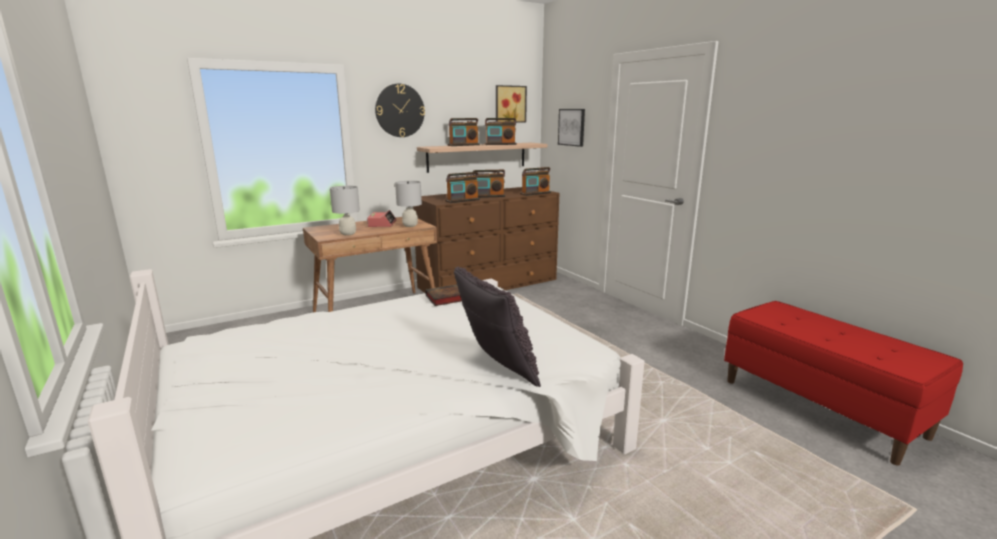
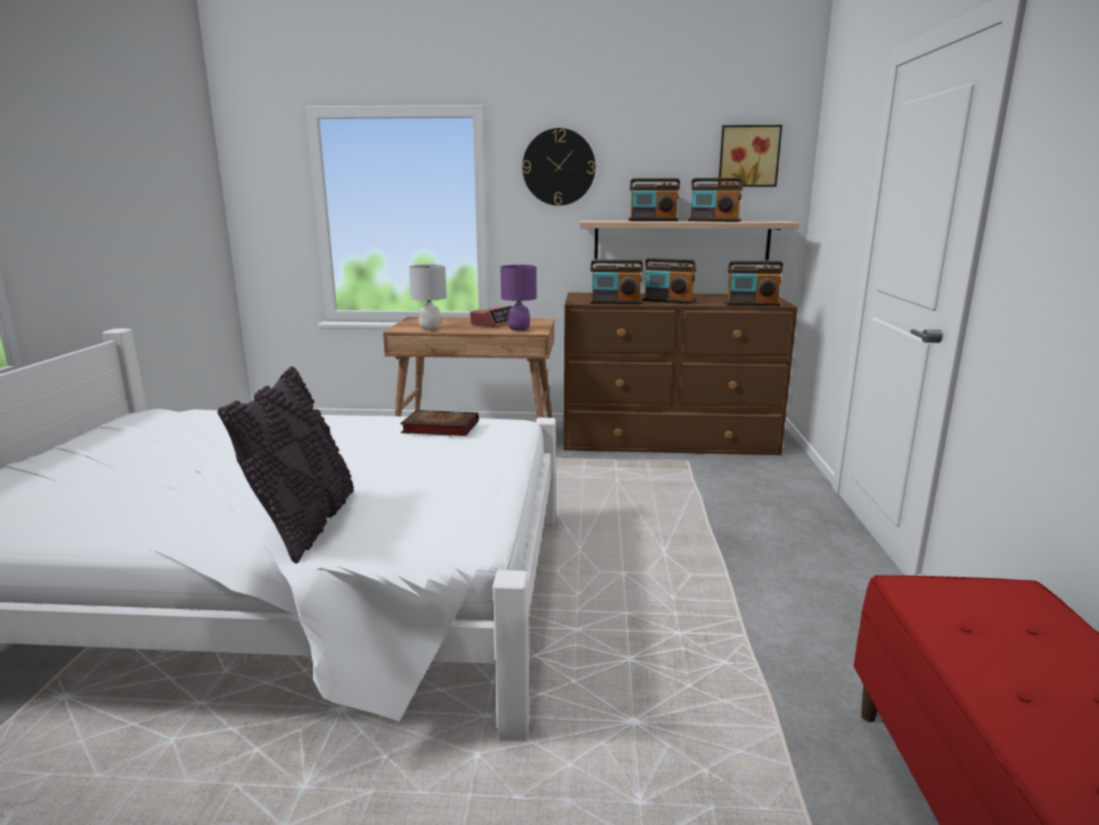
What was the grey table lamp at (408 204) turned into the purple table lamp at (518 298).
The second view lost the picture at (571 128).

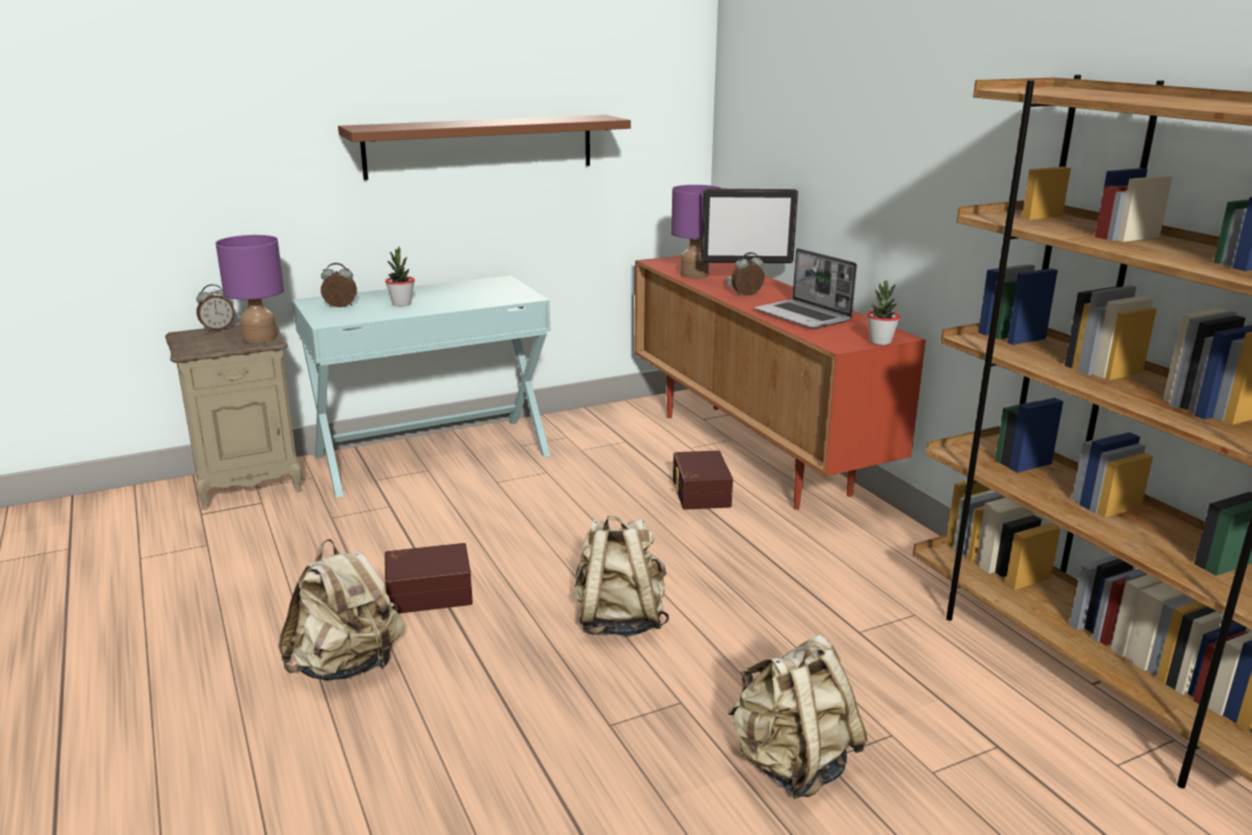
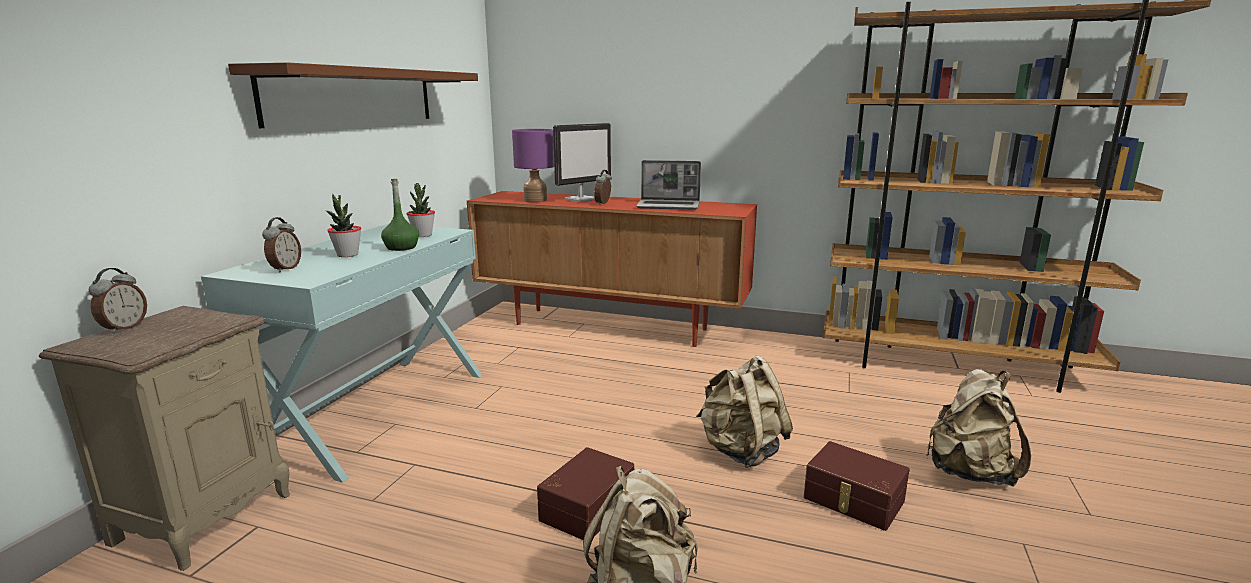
The second view lost the purple table lamp at (250 289).
The alarm clock at (339 285) ended up facing another way, 150 degrees clockwise from before.
The brown storage box ended up elsewhere, having gone from (703 480) to (857 486).
The potted plant ended up elsewhere, having gone from (883 313) to (420 210).
The second view gained the green bottle at (400 215).

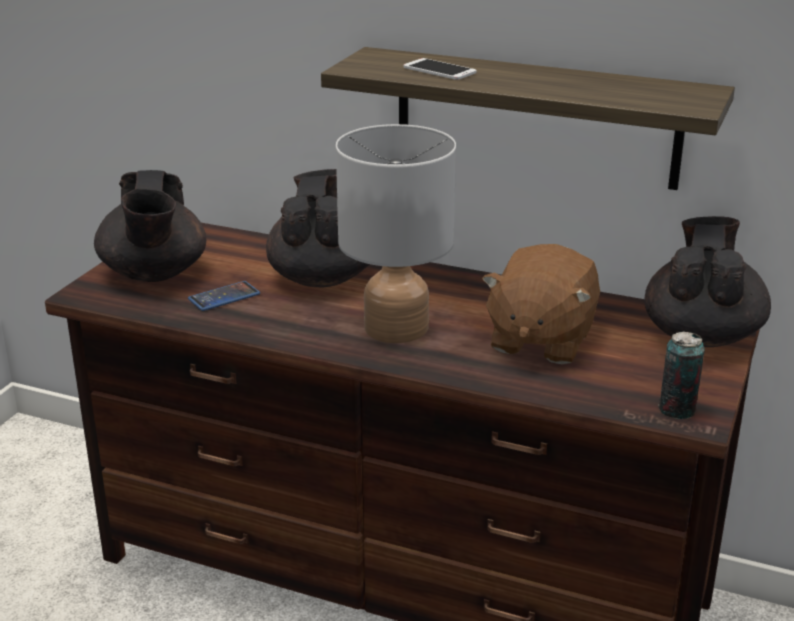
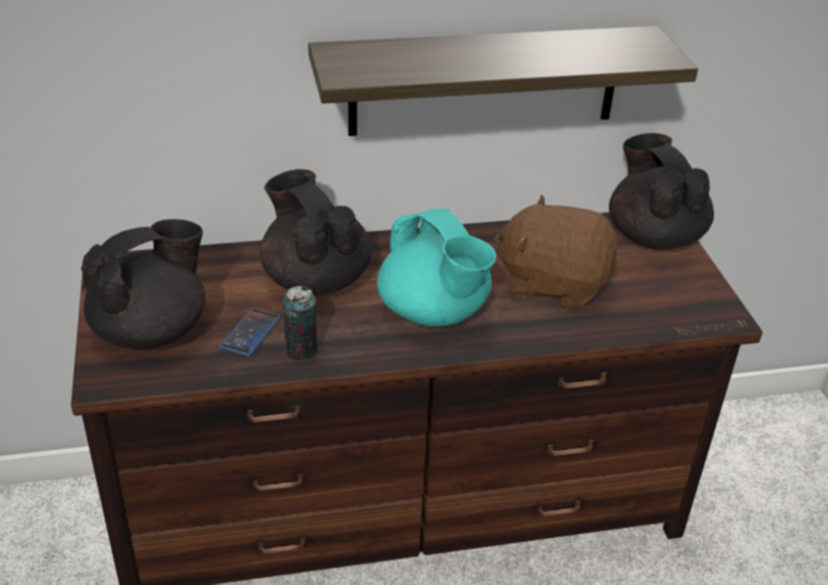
The black teapot at (150 226) ended up facing another way, 90 degrees counterclockwise from before.
Where the grey table lamp stood at (396 233), the turquoise teapot came to stand at (436 268).
The second view lost the phone at (440 69).
The brown plush toy at (541 304) ended up facing another way, 120 degrees clockwise from before.
The can ended up elsewhere, having gone from (681 375) to (300 323).

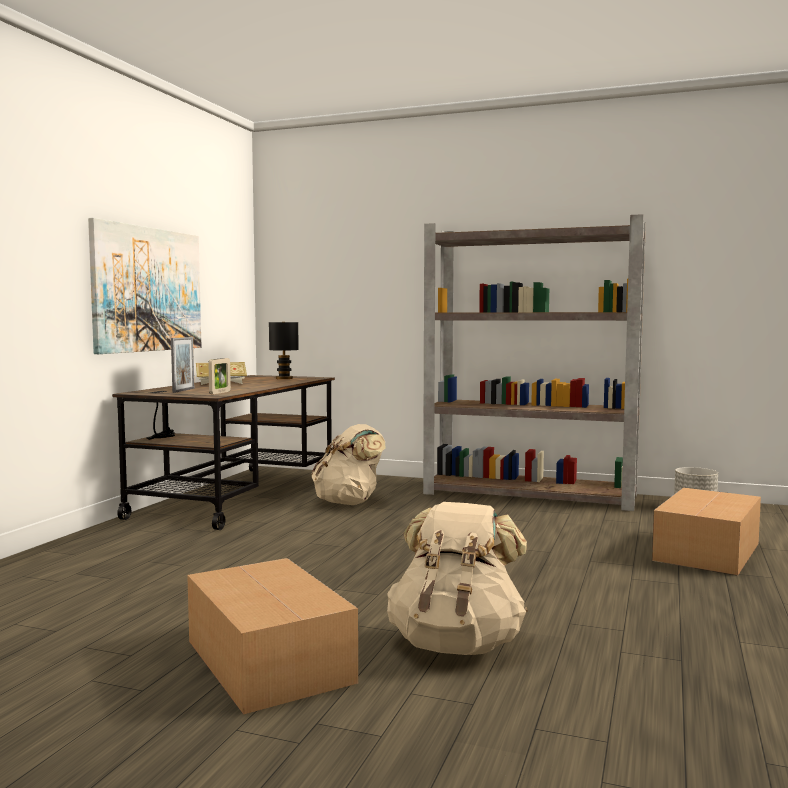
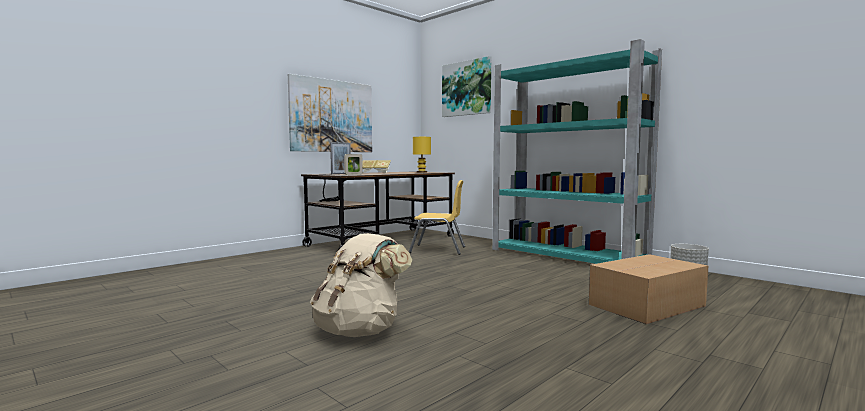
The second view lost the cardboard box at (272 636).
What was the black table lamp at (284 350) turned into the yellow table lamp at (422 155).
Where the beige backpack stood at (348 464), the yellow chair came to stand at (437 217).
What was the brown bookcase at (534 362) turned into the turquoise bookcase at (577 151).
The second view gained the picture at (466 86).

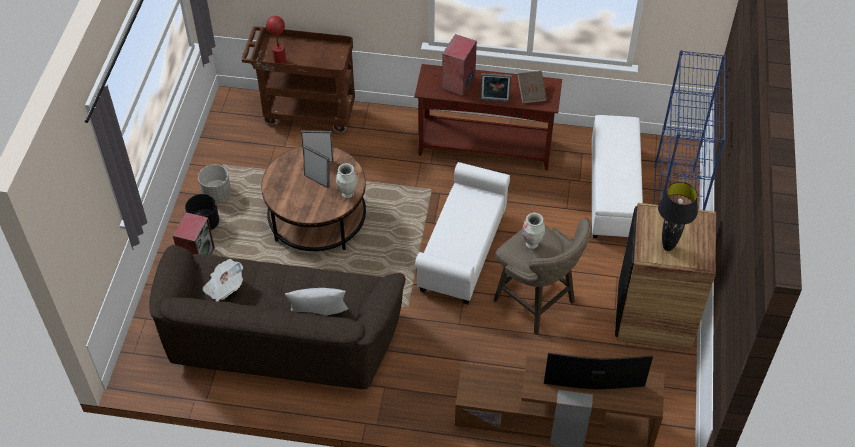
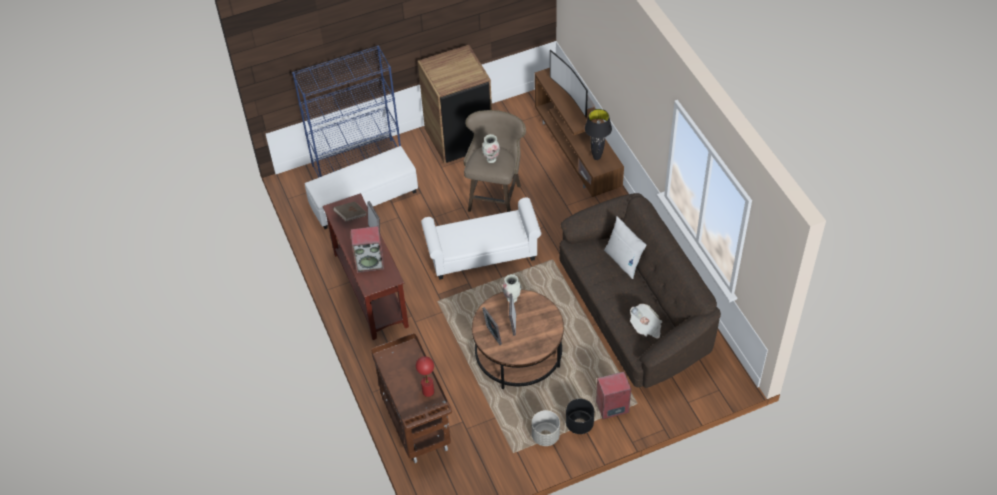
The black table lamp ended up elsewhere, having gone from (678 216) to (598 134).

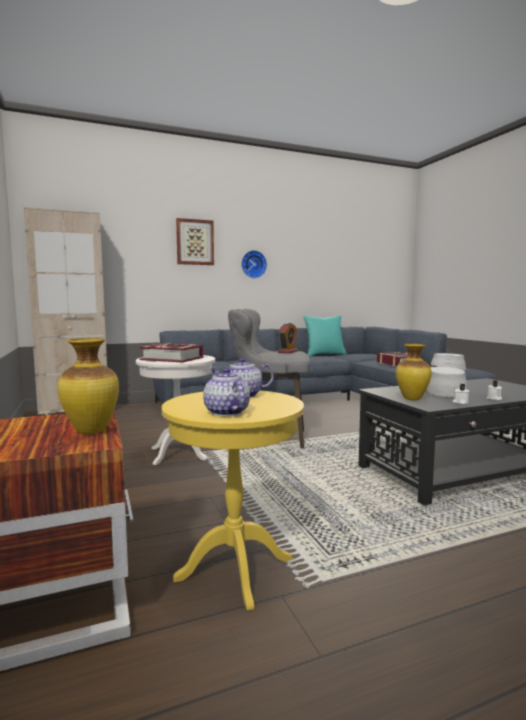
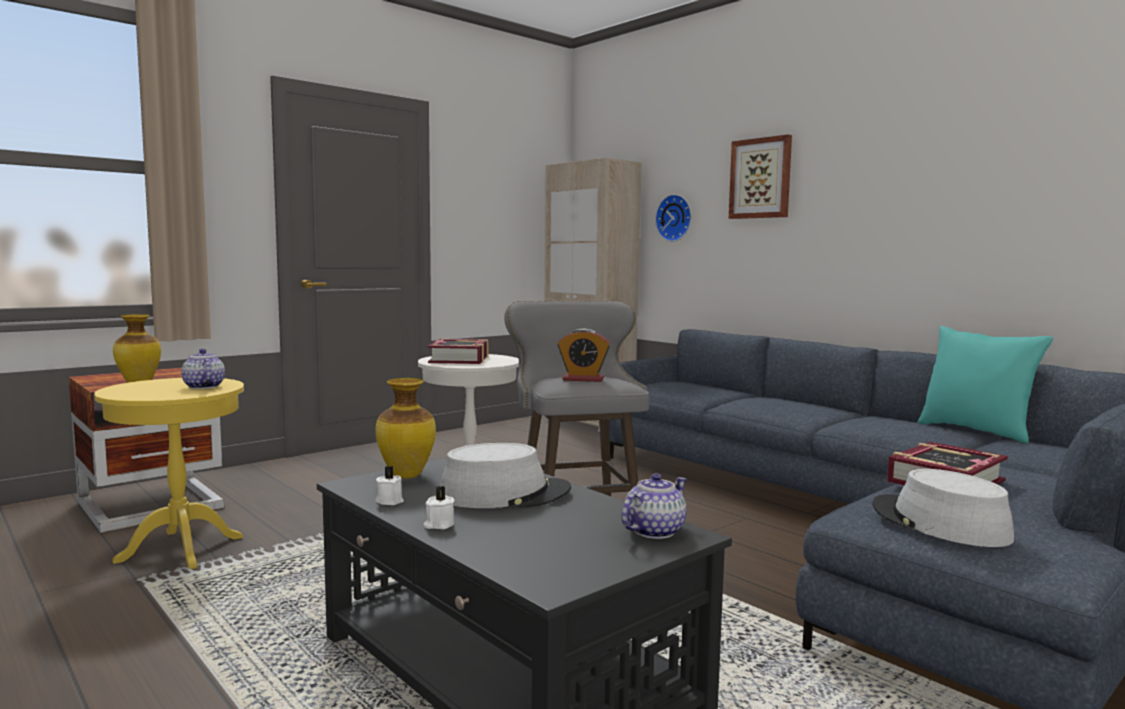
The teapot ended up elsewhere, having gone from (226 392) to (654 506).
The wall clock ended up elsewhere, having gone from (254 264) to (673 218).

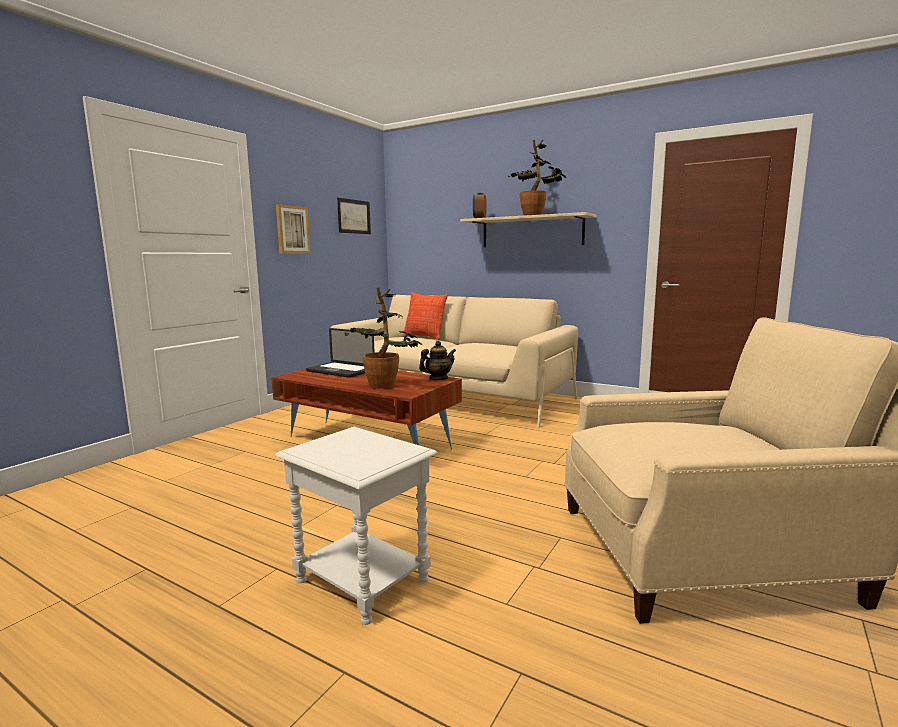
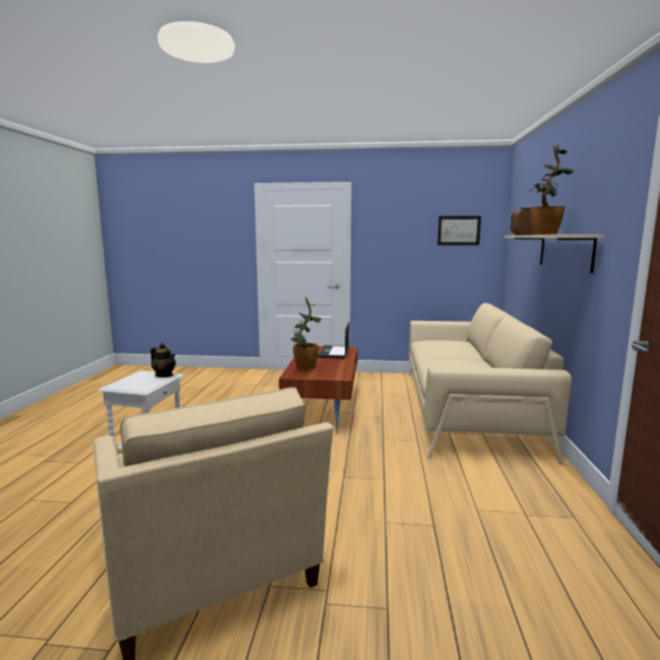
The second view lost the picture at (293 229).
The second view lost the orange pillow at (425 316).
The teapot ended up elsewhere, having gone from (437 360) to (163 360).

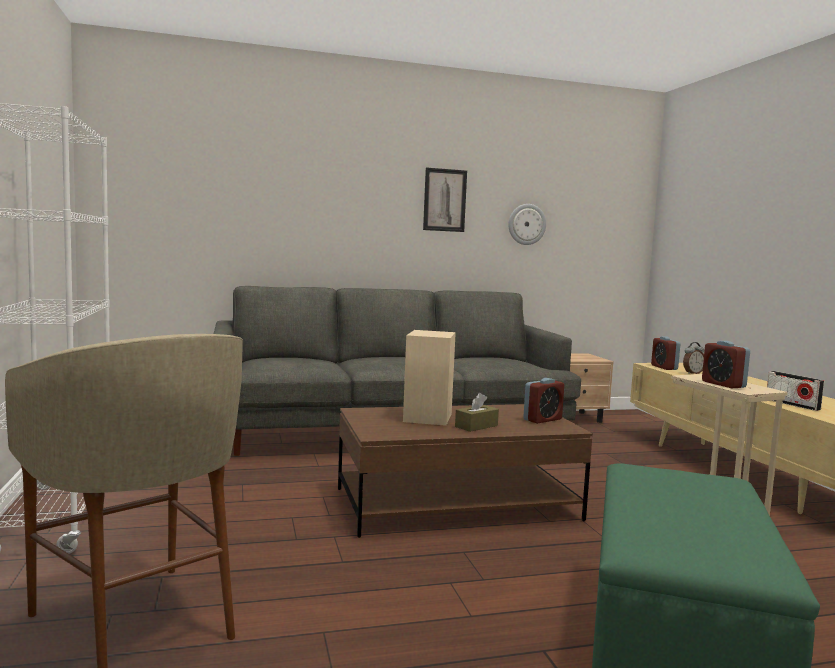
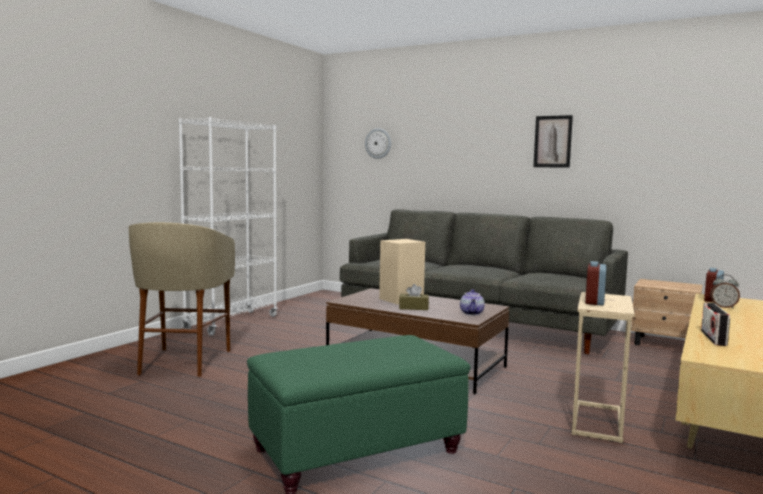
The wall clock ended up elsewhere, having gone from (527 224) to (378 143).
Where the alarm clock stood at (543 401), the teapot came to stand at (472 302).

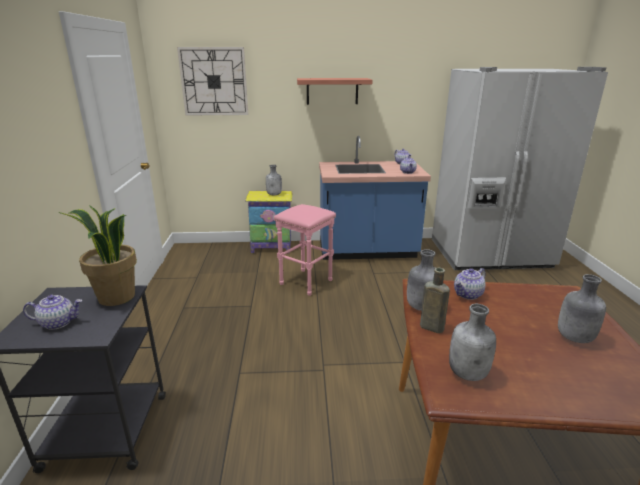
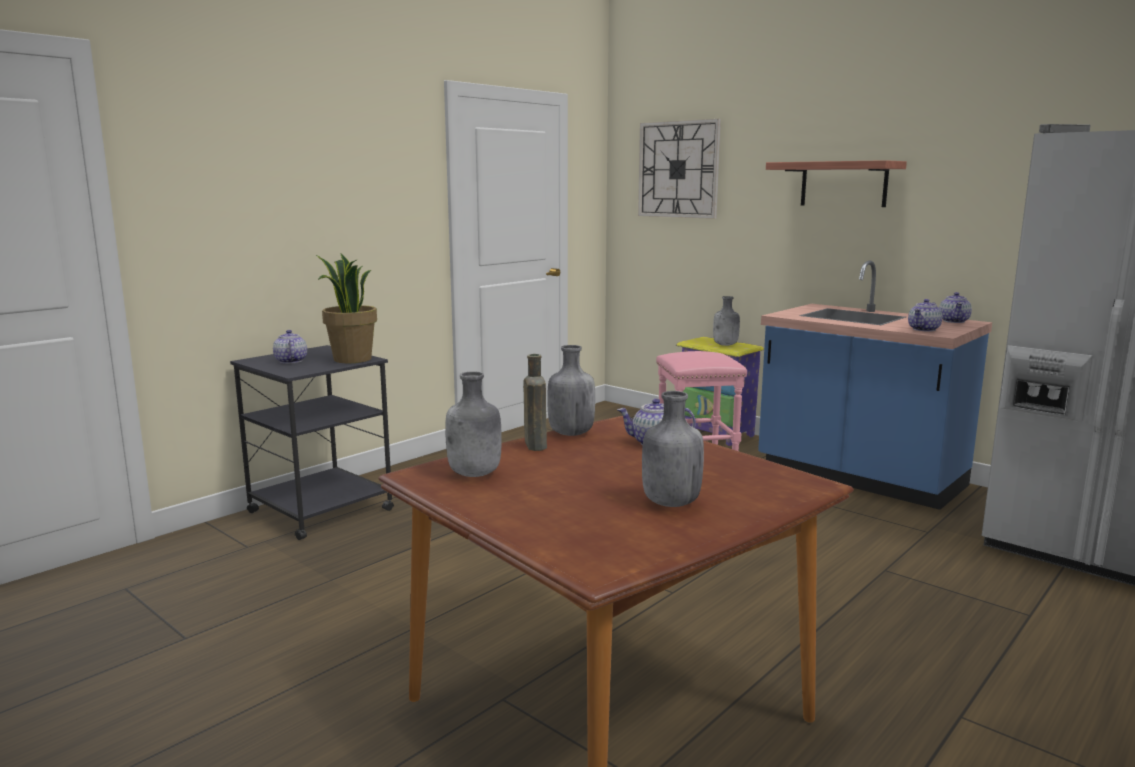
The teapot at (53 312) ended up facing another way, 150 degrees counterclockwise from before.

